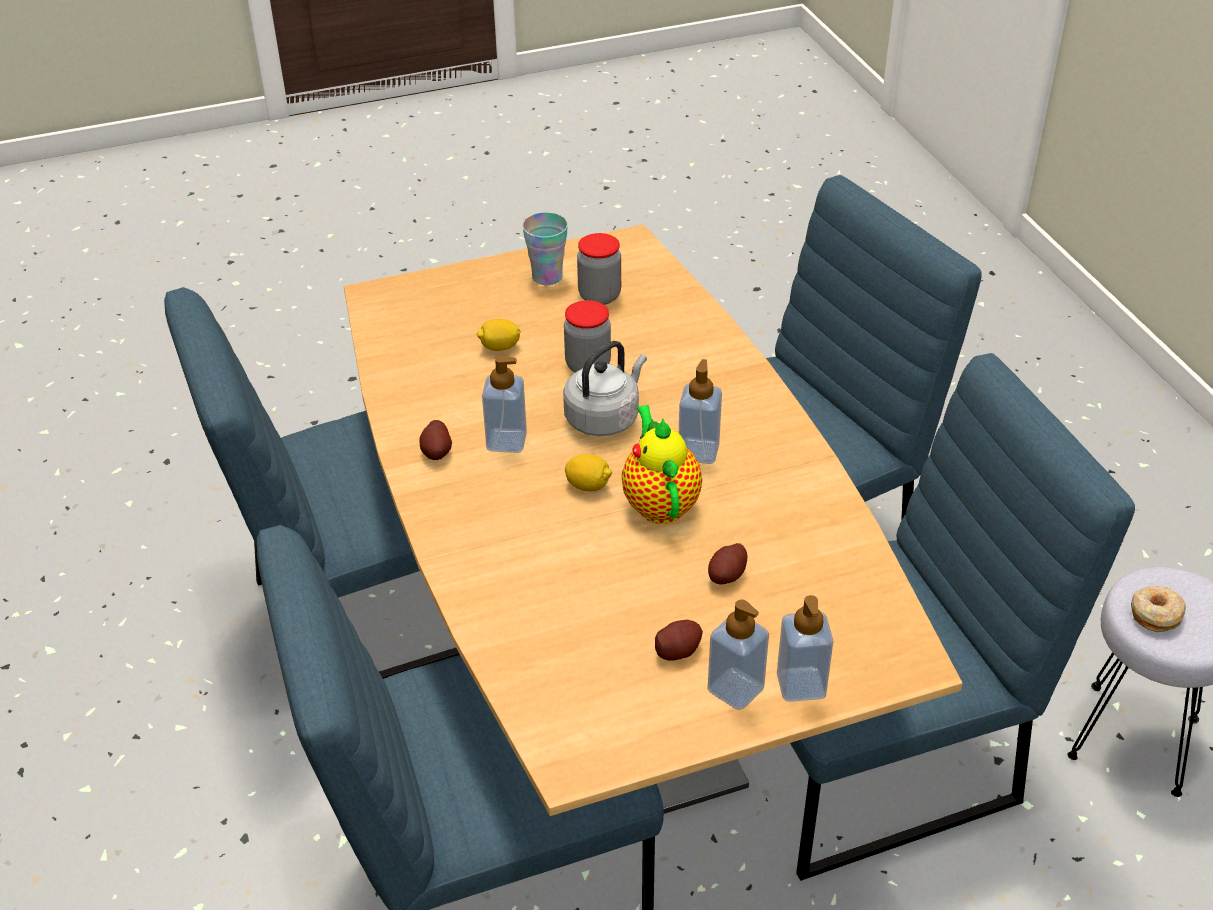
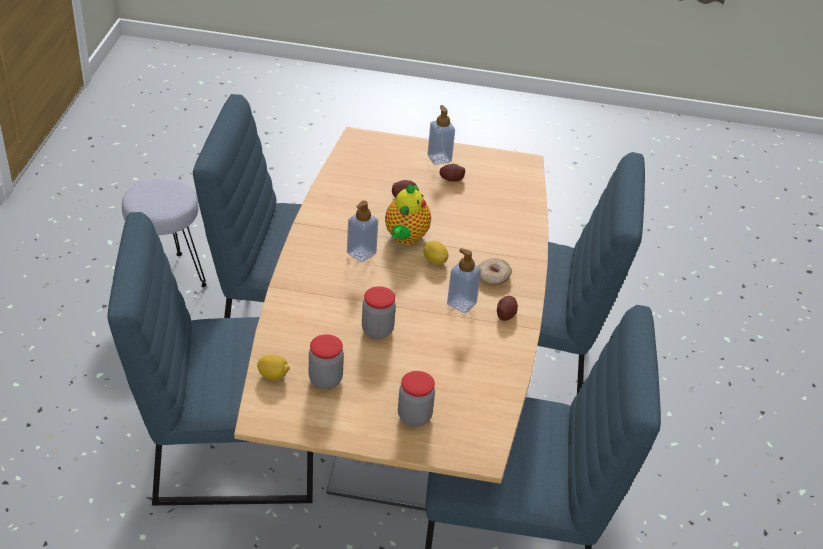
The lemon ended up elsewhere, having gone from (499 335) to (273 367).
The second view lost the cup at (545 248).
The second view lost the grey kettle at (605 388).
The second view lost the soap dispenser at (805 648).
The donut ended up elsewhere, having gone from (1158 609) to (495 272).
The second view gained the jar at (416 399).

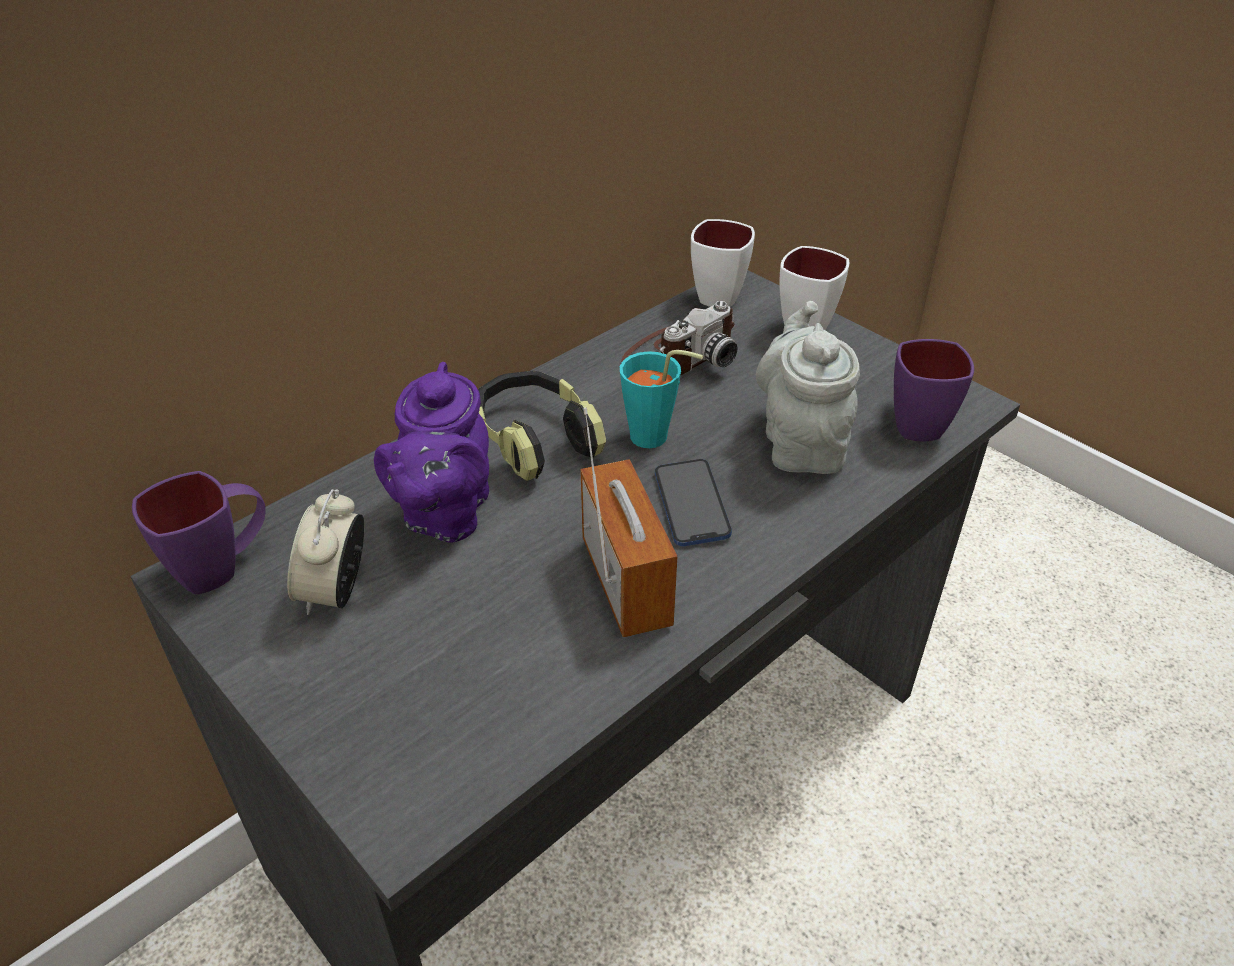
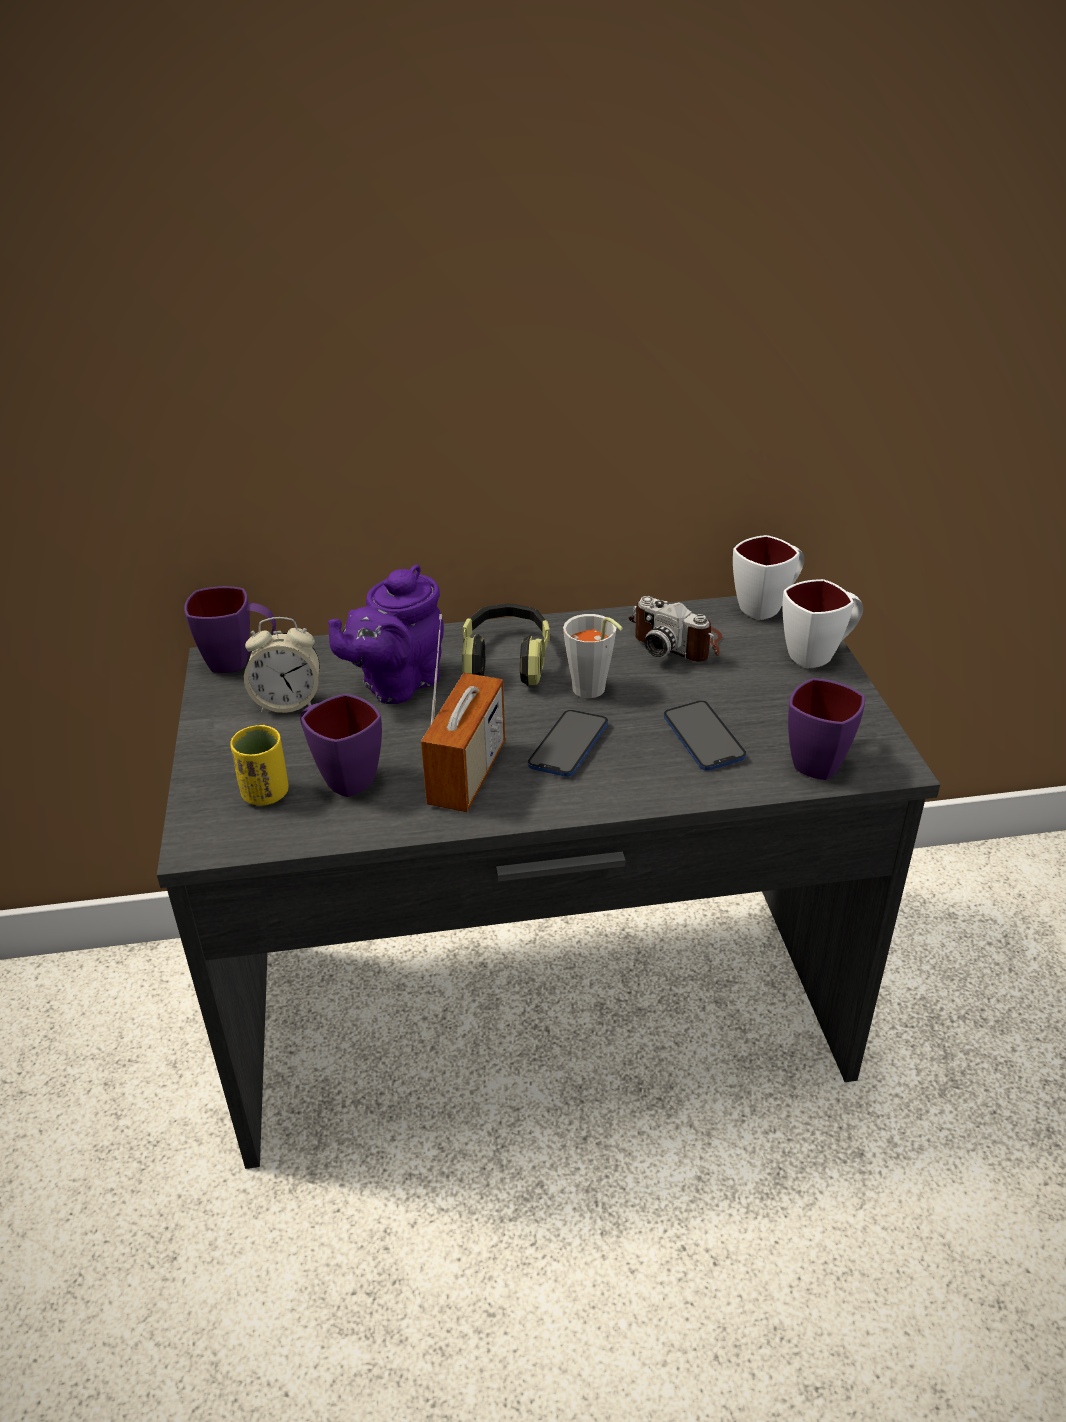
The alarm clock at (325 552) ended up facing another way, 135 degrees counterclockwise from before.
What was the turquoise cup at (661 399) turned into the grey cup at (593 656).
The photo camera at (679 338) ended up facing another way, 45 degrees clockwise from before.
Where the grey teapot stood at (808 387), the phone came to stand at (705 735).
The second view gained the yellow cup at (259 765).
The second view gained the purple mug at (341 745).

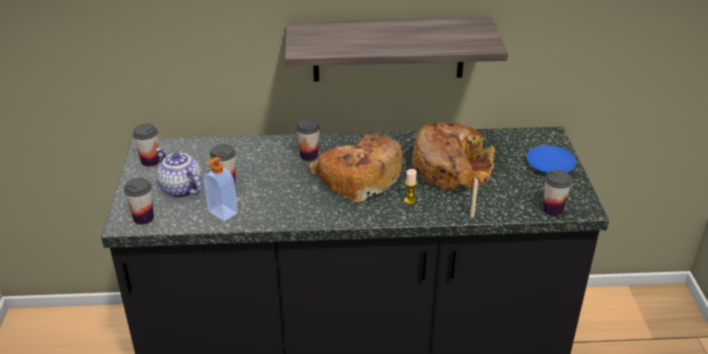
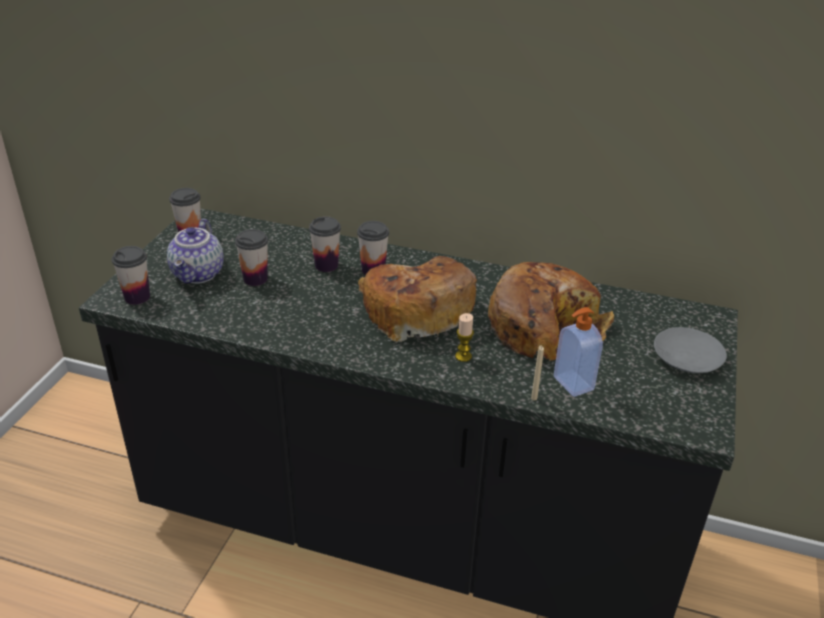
The teapot at (179 173) ended up facing another way, 150 degrees counterclockwise from before.
The soap dispenser ended up elsewhere, having gone from (221 189) to (578 352).
The second view lost the shelf at (396 49).
What was the blue plate at (551 160) turned into the grey plate at (690 350).
The cup ended up elsewhere, having gone from (557 193) to (325 244).

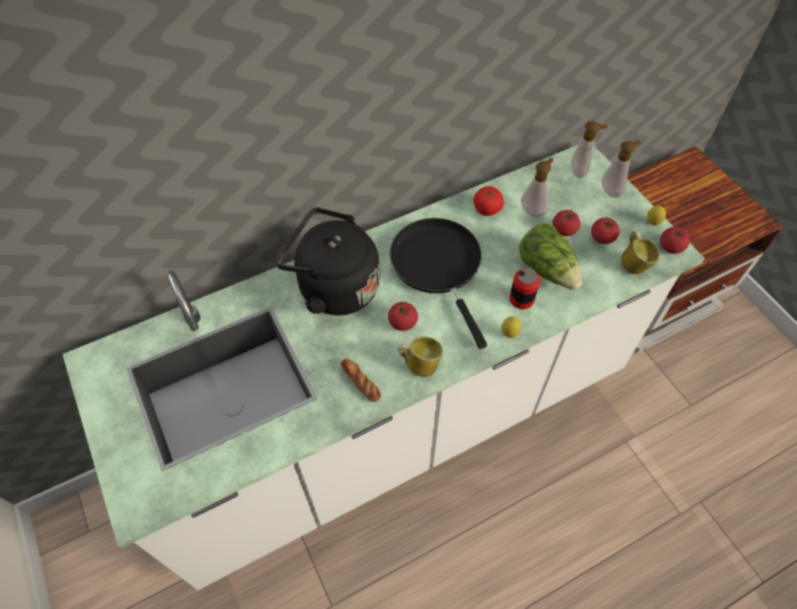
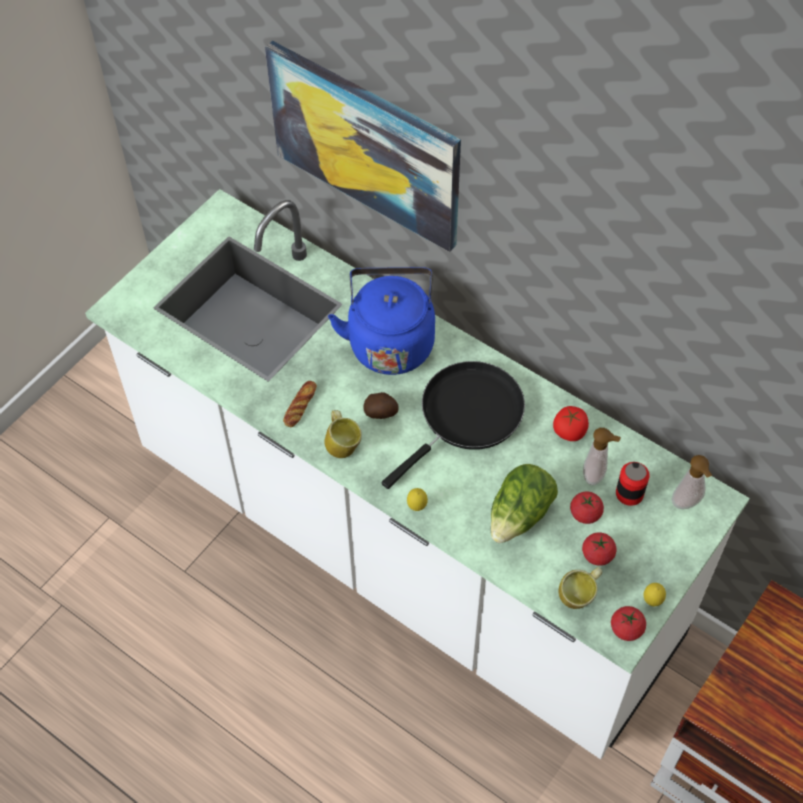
What was the black kettle at (327 261) turned into the blue kettle at (381 321).
Where the tomato stood at (403 316), the potato came to stand at (381 405).
The can ended up elsewhere, having gone from (524 289) to (633 484).
The second view lost the soap dispenser at (621 169).
The second view gained the picture at (363 146).

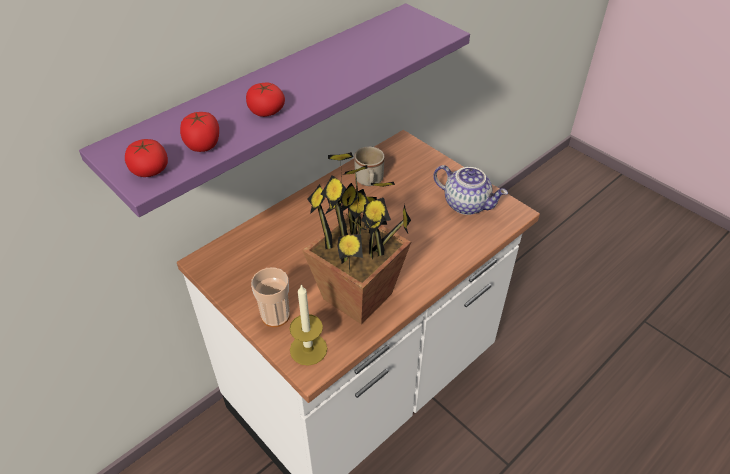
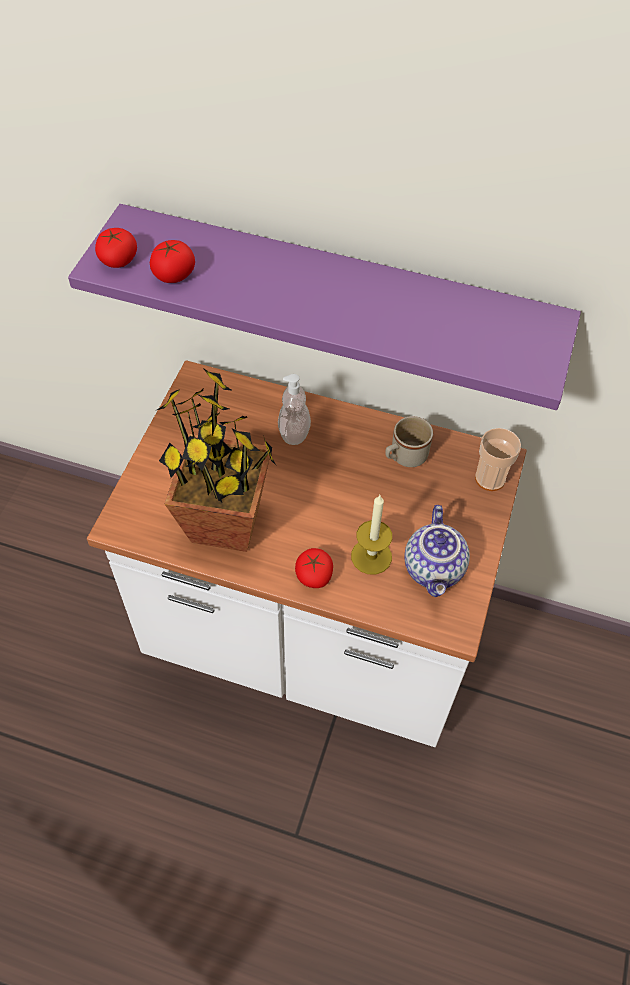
The tomato ended up elsewhere, having gone from (265 100) to (314 568).
The cup ended up elsewhere, having gone from (270 297) to (498 459).
The candle ended up elsewhere, having gone from (308 325) to (371 535).
The second view gained the soap dispenser at (294 409).

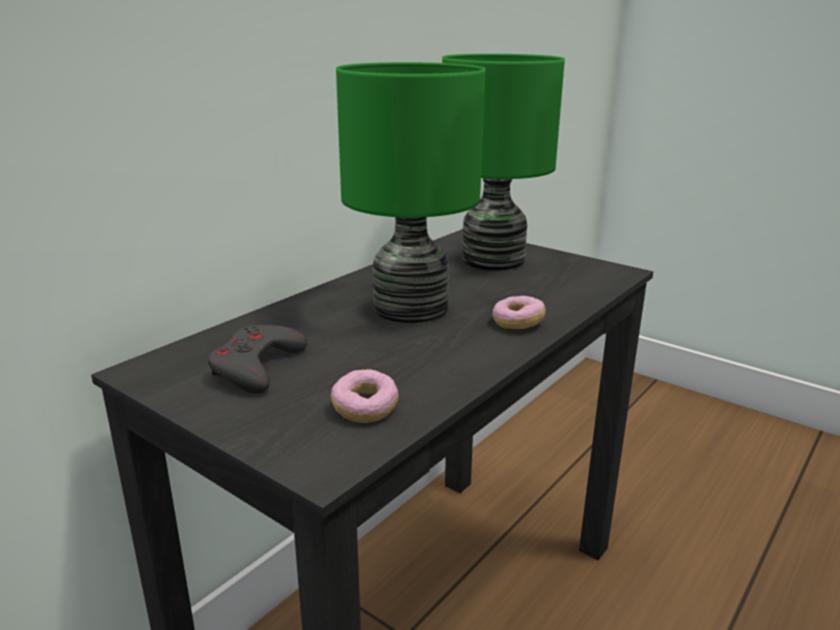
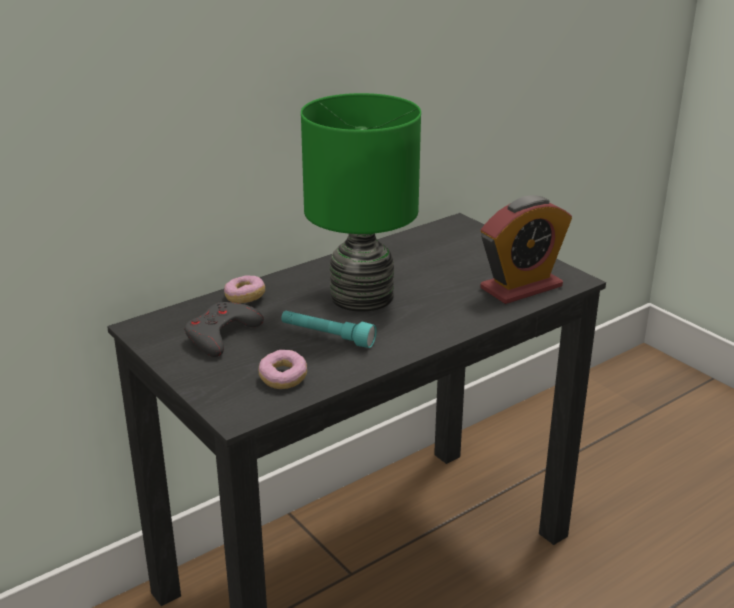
The second view lost the green table lamp at (503 162).
The donut ended up elsewhere, having gone from (519 312) to (244 289).
The second view gained the turquoise flashlight at (329 329).
The second view gained the alarm clock at (526 249).

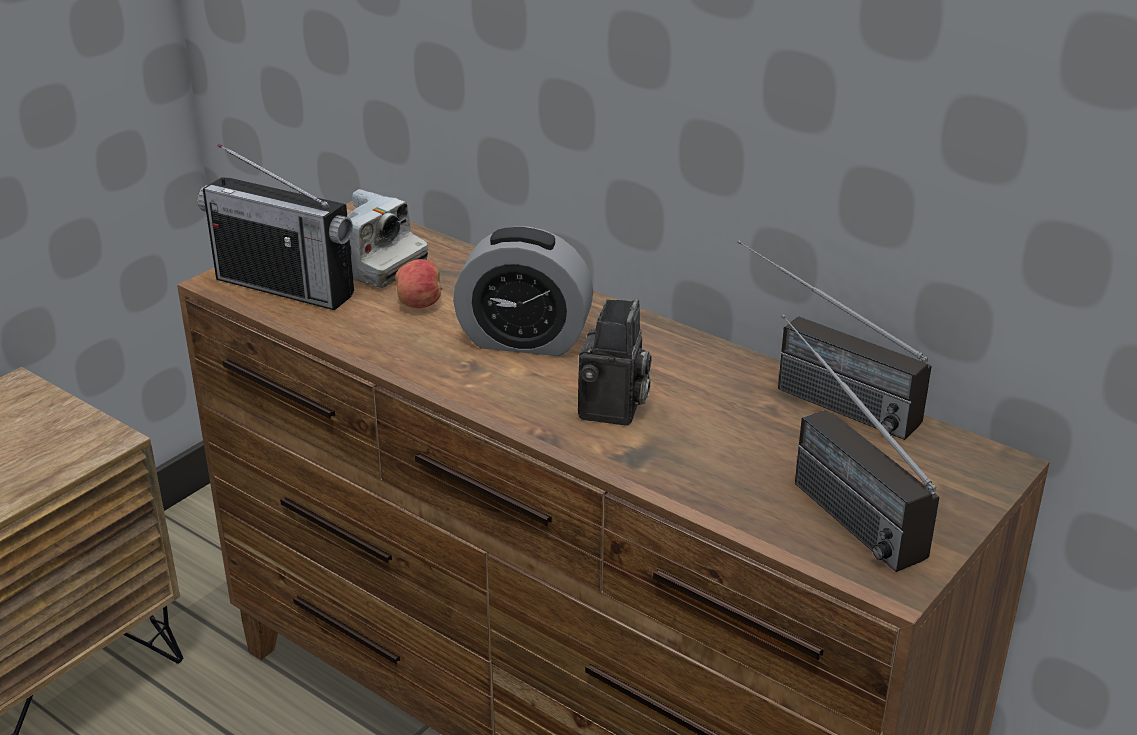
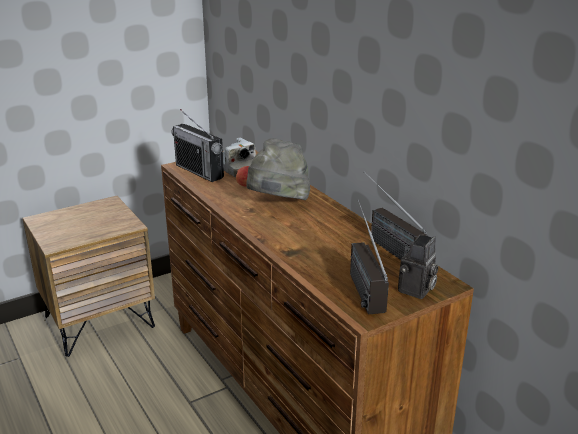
Where the alarm clock stood at (523 291), the grey hat came to stand at (278 169).
The photo camera ended up elsewhere, having gone from (615 361) to (418 267).

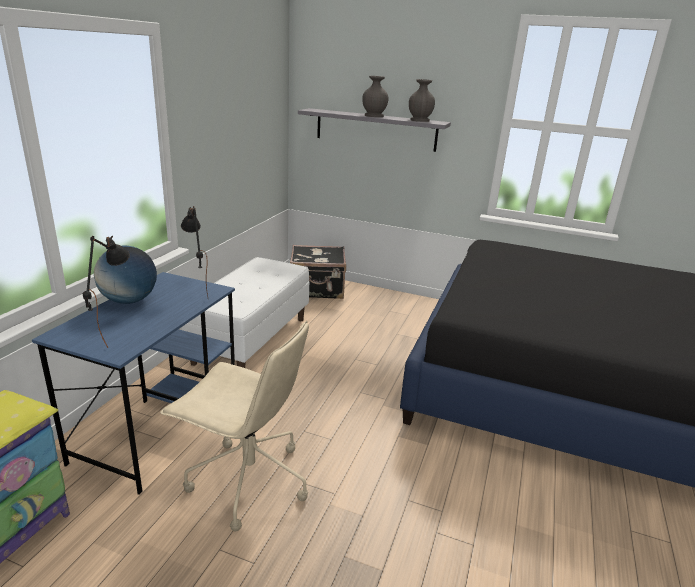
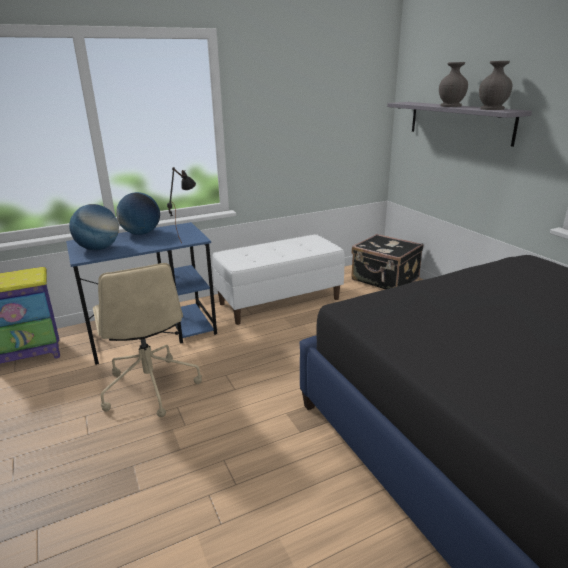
Where the black table lamp stood at (106 292), the globe came to stand at (94 227).

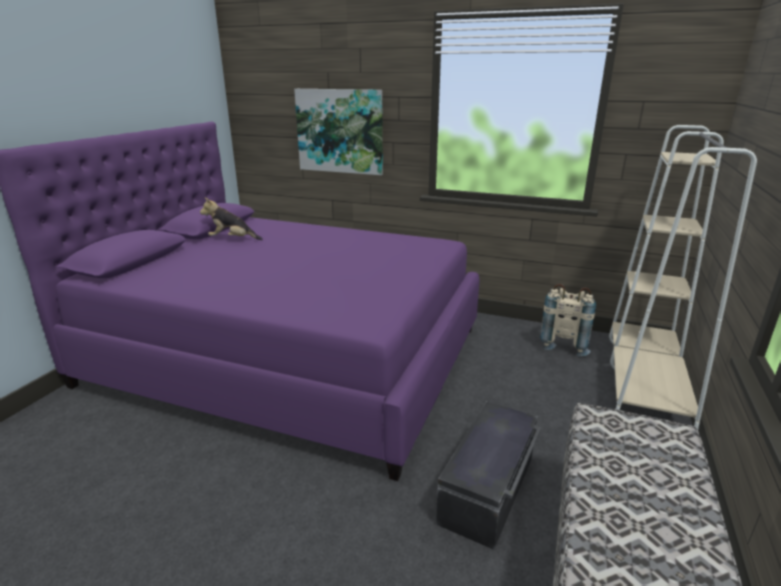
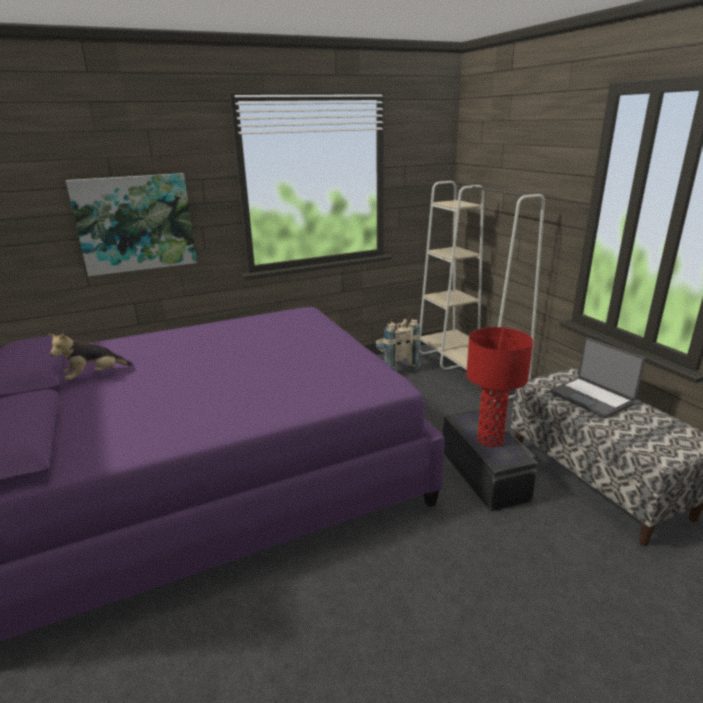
The second view gained the red table lamp at (499 387).
The second view gained the laptop at (597 378).

